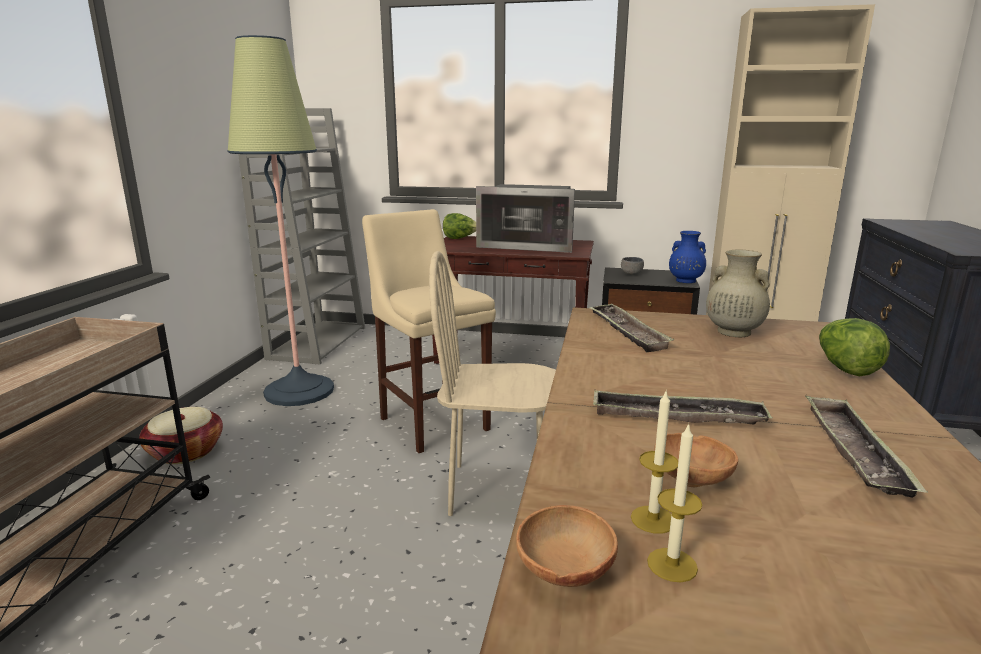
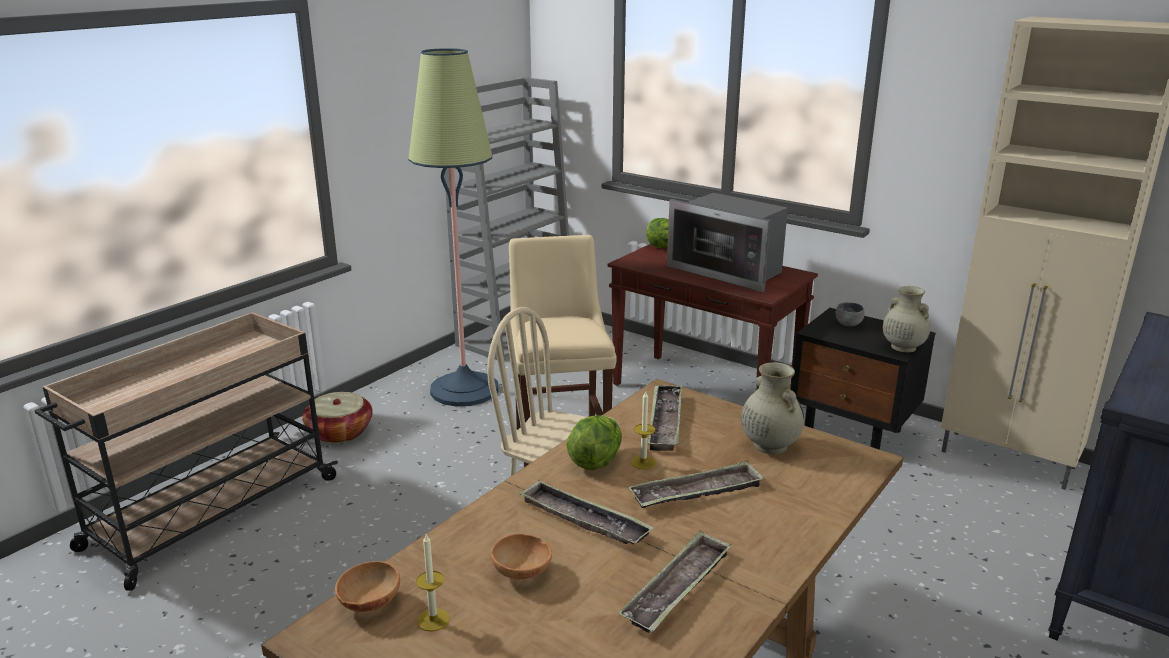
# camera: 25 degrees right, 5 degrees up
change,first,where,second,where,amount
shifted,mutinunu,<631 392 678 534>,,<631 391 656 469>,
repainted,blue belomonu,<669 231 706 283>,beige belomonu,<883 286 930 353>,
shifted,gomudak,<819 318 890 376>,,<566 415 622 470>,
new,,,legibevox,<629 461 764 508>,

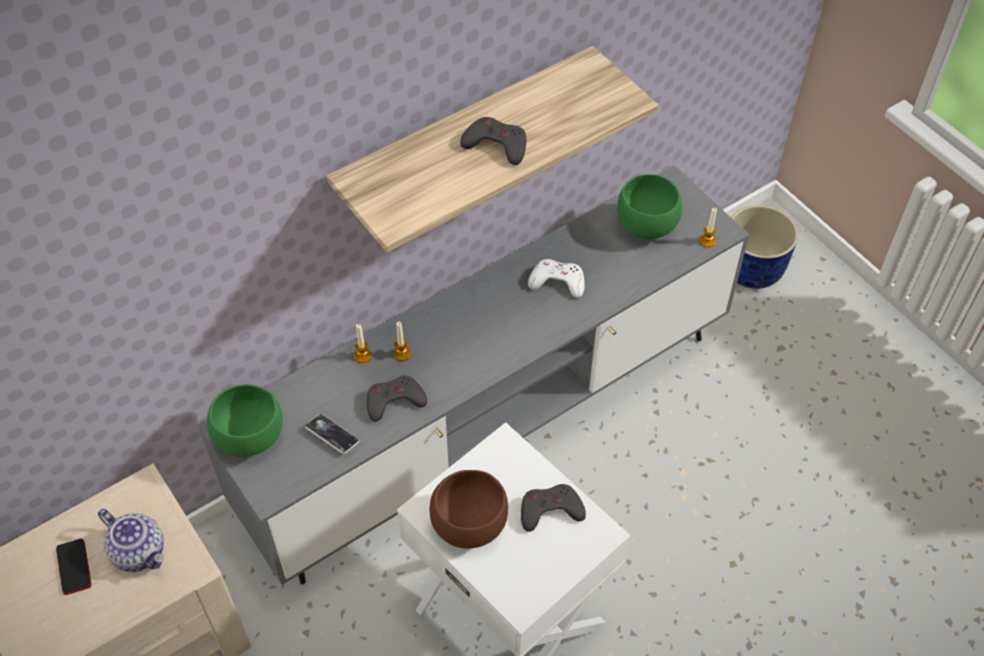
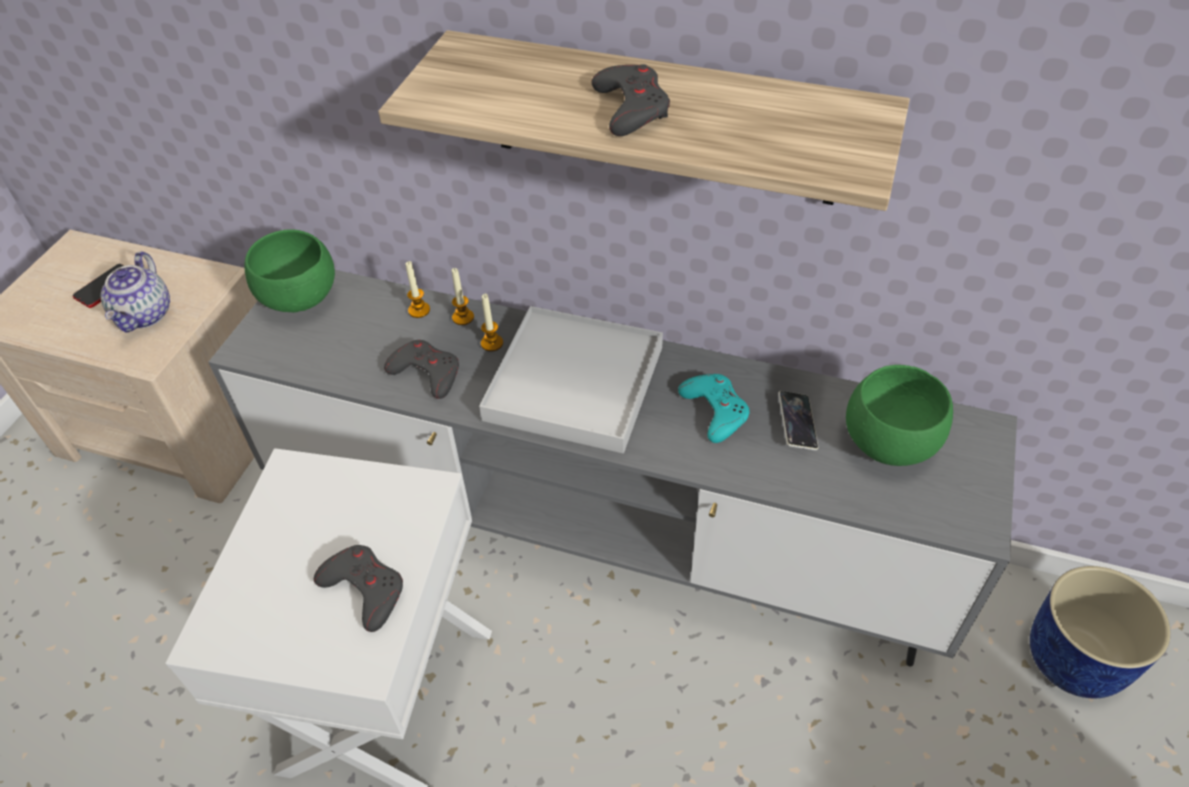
# camera: 55 degrees right, 5 degrees down
change,first,where,second,where,amount
shifted,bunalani,<305 414 359 454>,,<778 391 818 450>,
gone,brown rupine,<430 470 508 549>,,,
repainted,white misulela,<528 259 585 298>,turquoise misulela,<678 374 750 443>,
shifted,mutinunu,<699 208 717 247>,,<405 261 430 318>,
new,,,white legibevox,<479 306 663 454>,

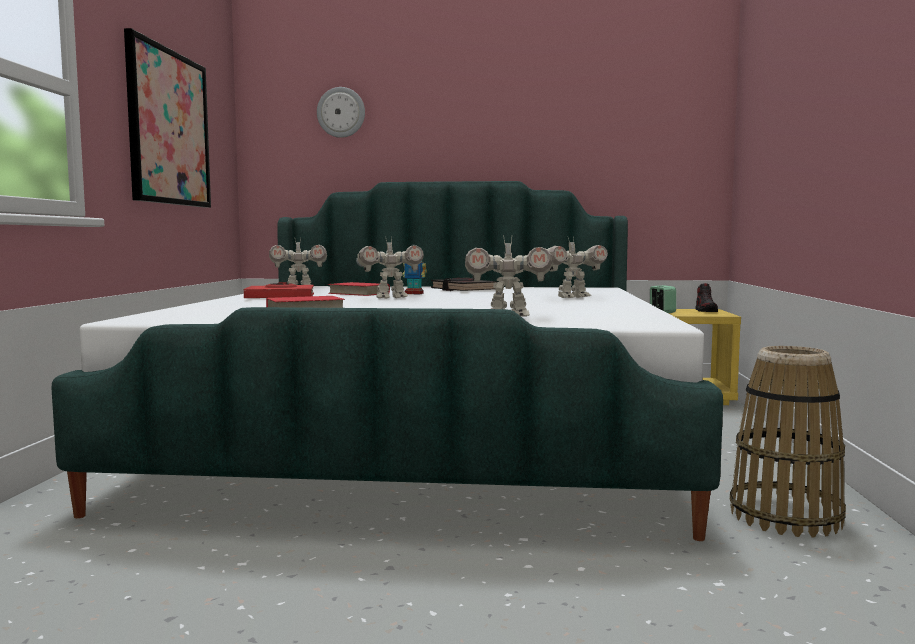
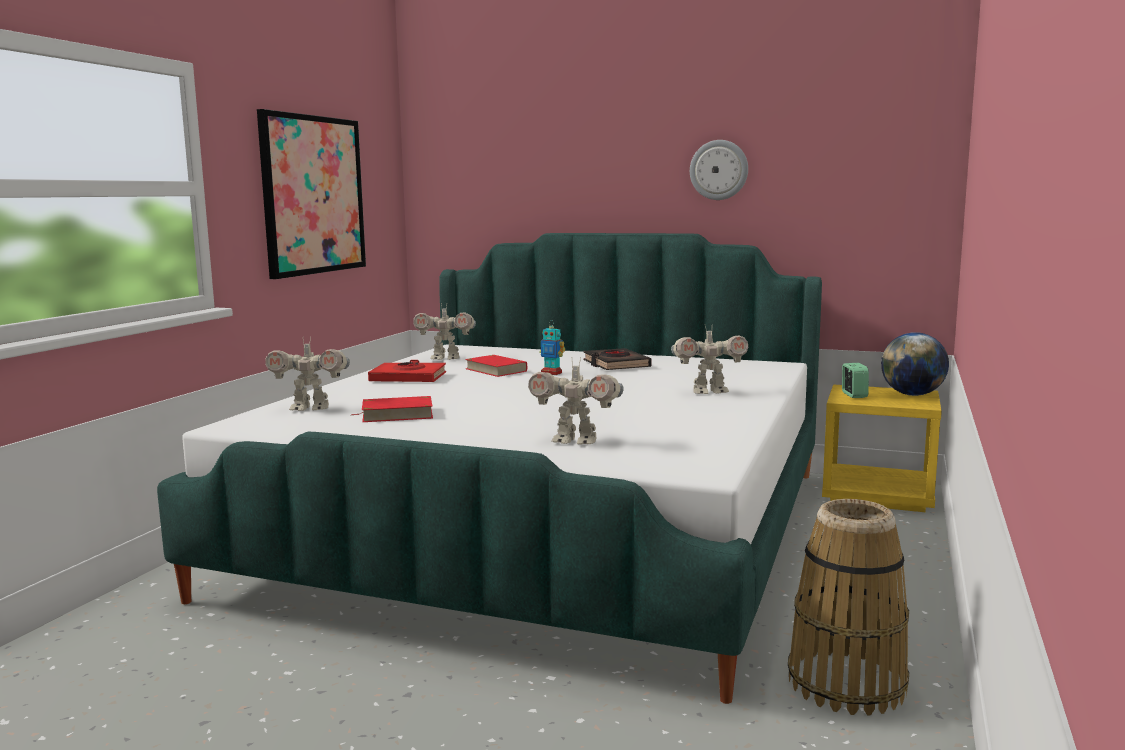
# camera: 15 degrees right, 5 degrees up
change,first,where,second,where,amount
shifted,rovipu,<317 87 365 138>,,<690 140 748 200>,
shifted,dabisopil,<356 236 424 298>,,<265 336 350 411>,
swapped,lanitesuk,<695 283 718 312>,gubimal,<881 332 949 396>,

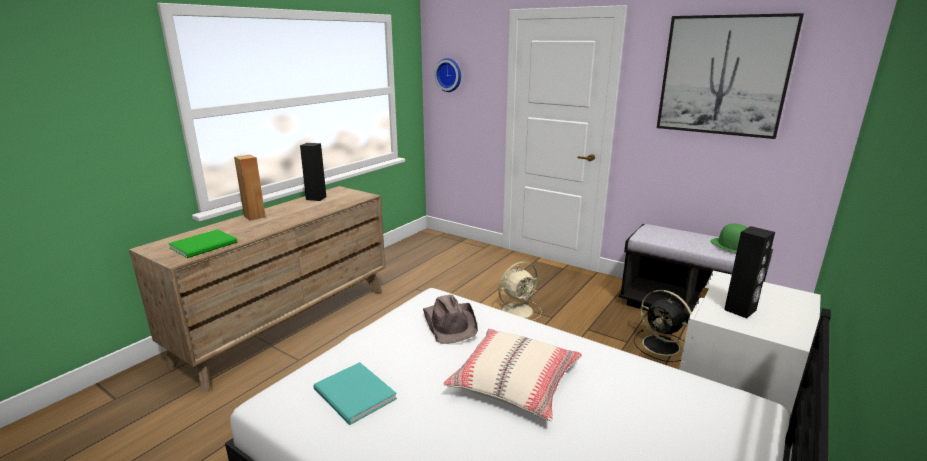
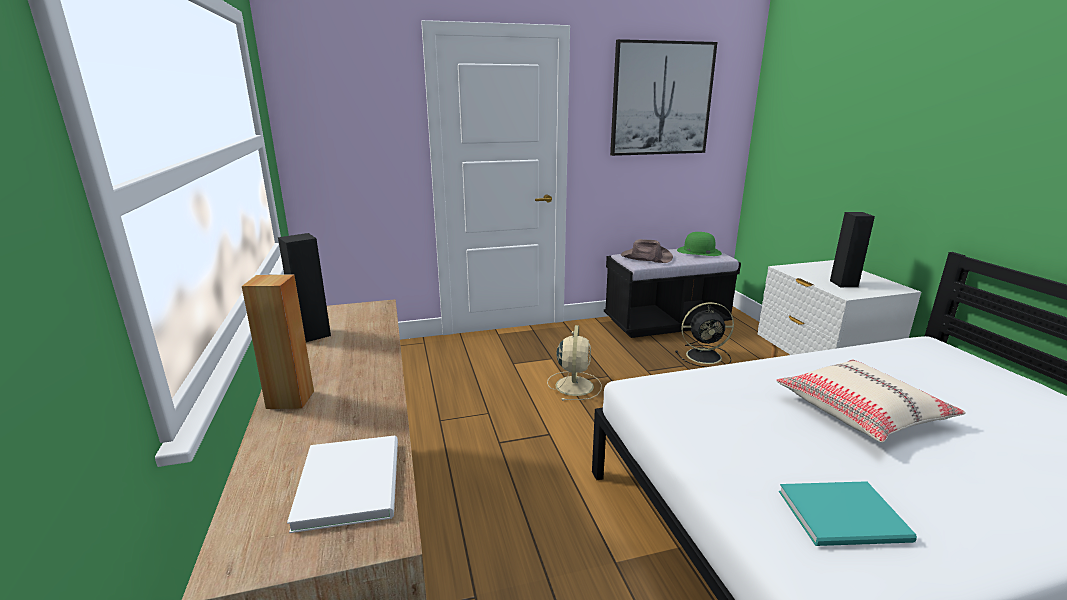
# camera: 50 degrees left, 0 degrees up
change,first,where,second,where,amount
repainted,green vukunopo,<168 229 238 258>,white vukunopo,<287 436 398 533>,
shifted,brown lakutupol,<423 295 478 344>,,<621 239 673 263>,
gone,rovipu,<434 58 461 92>,,,

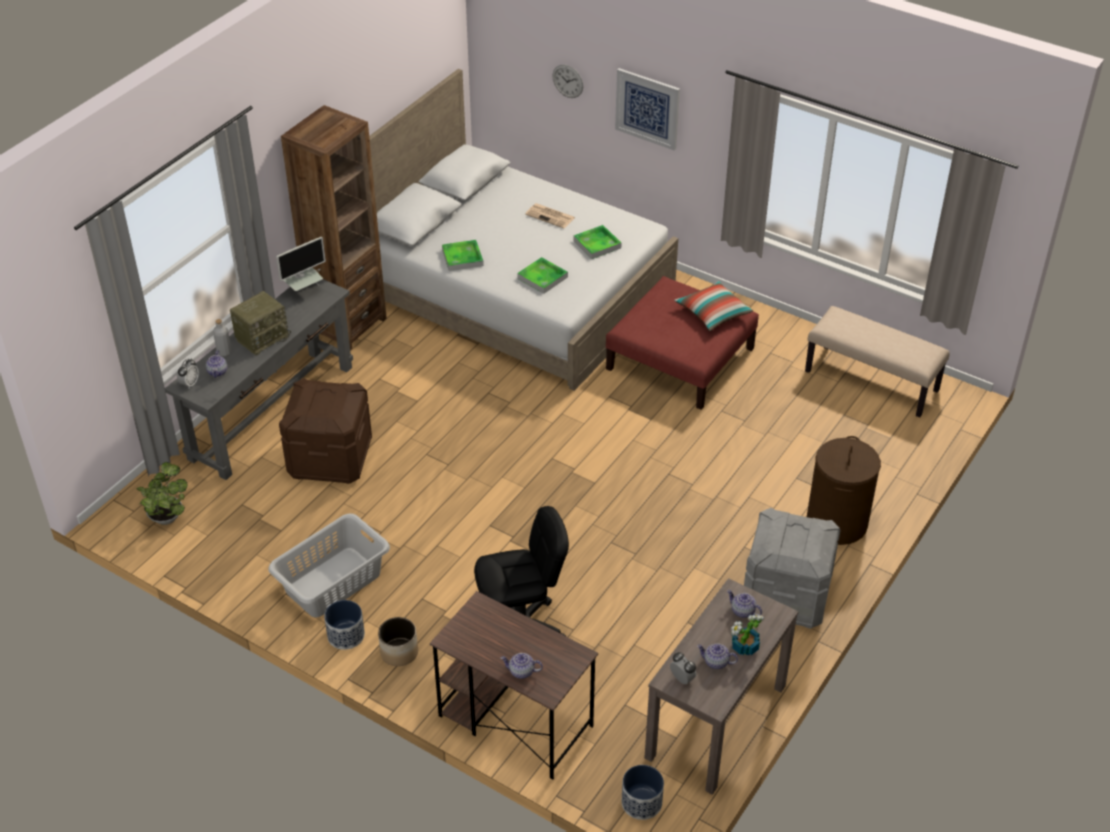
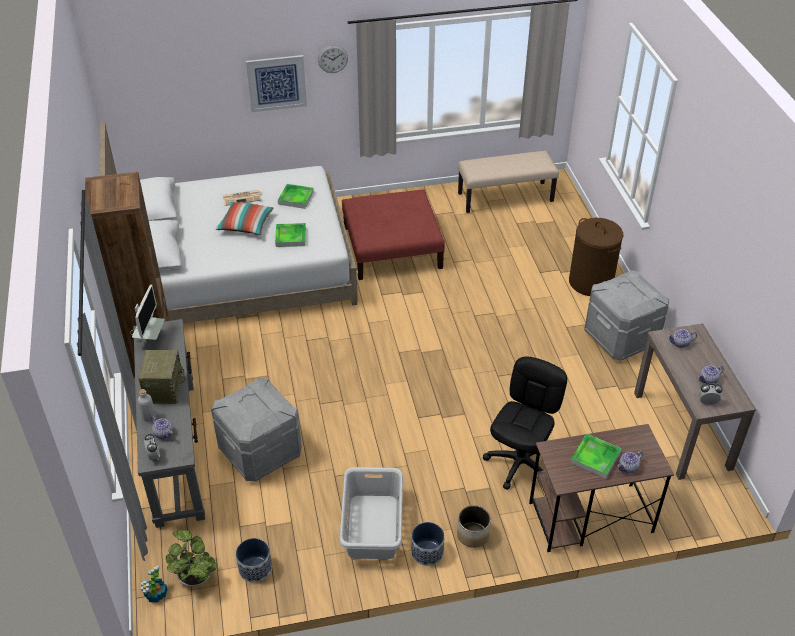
# camera: 45 degrees left, 0 degrees up
change,first,where,second,where,amount
repainted,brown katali,<279 378 372 484>,grey katali,<211 378 302 482>,
shifted,legibevox,<442 240 484 271>,,<571 434 621 479>,
shifted,rovipu,<552 64 583 98>,,<318 46 348 73>,
shifted,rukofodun,<622 765 664 820>,,<236 538 272 582>,
shifted,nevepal,<674 281 753 331>,,<215 202 273 235>,
shifted,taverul,<731 615 764 655>,,<141 566 168 602>,

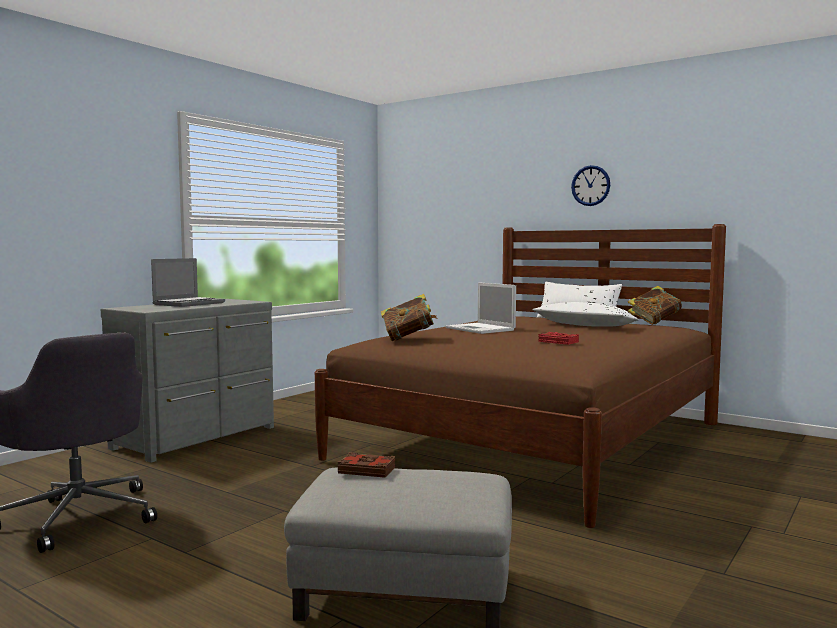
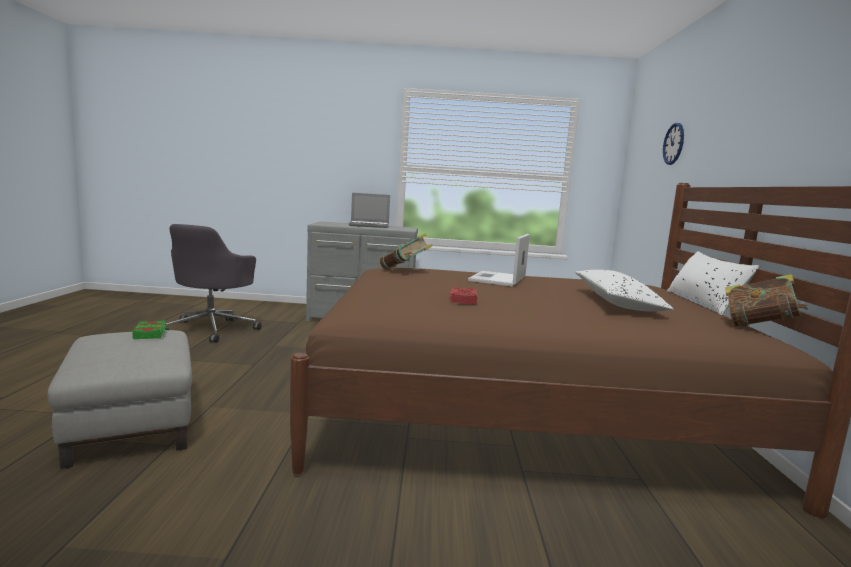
# camera: 55 degrees right, 5 degrees up
change,first,where,second,where,amount
repainted,brown vukunopo,<338 452 395 478>,green vukunopo,<132 320 166 339>,
shifted,rovipu,<571 165 610 206>,,<663 123 684 165>,

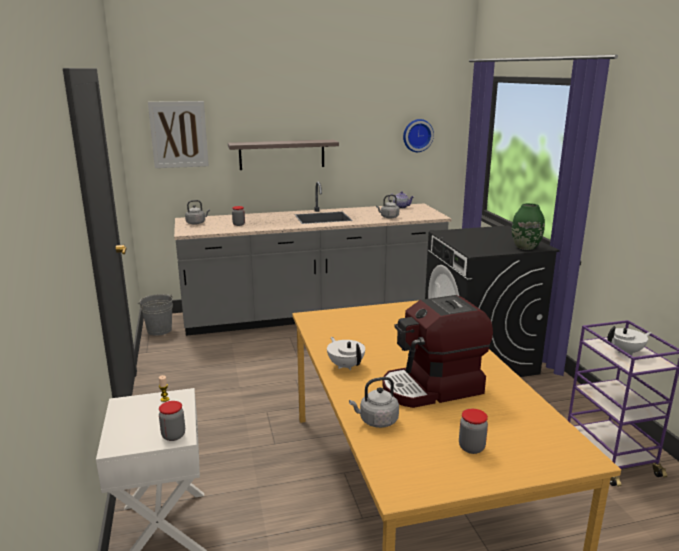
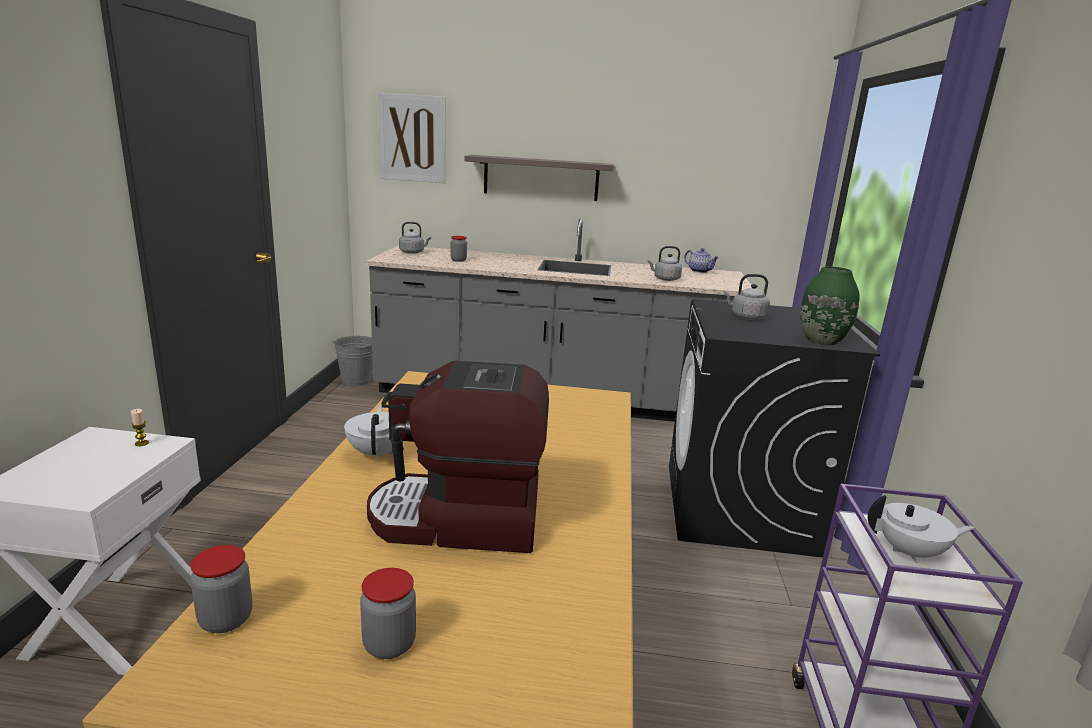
# camera: 20 degrees right, 0 degrees up
change,first,where,second,where,amount
shifted,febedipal,<159 401 185 441>,,<190 545 252 633>,
shifted,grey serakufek,<349 377 399 428>,,<723 274 770 320>,
gone,rovipu,<403 119 434 152>,,,

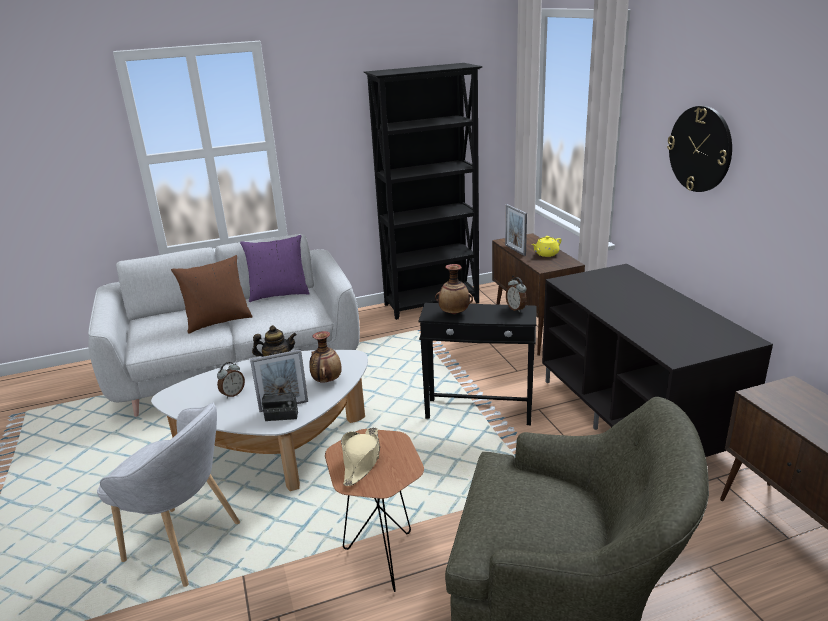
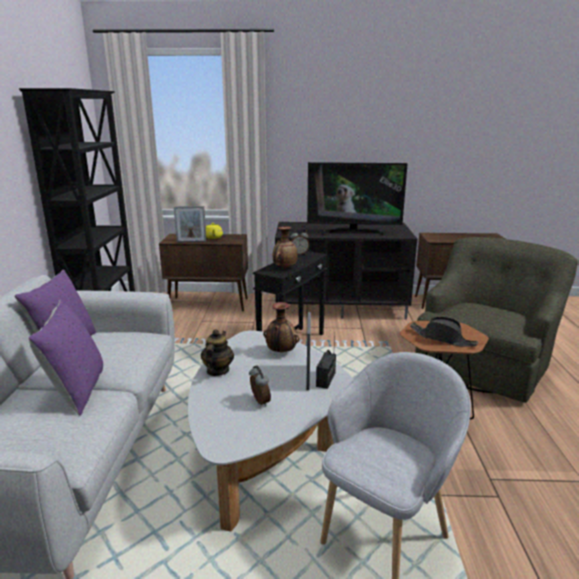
# camera: 70 degrees left, 5 degrees down
change,first,where,second,where,amount
repainted,brown nevepal,<171 255 253 334>,purple nevepal,<28 300 103 416>,
repainted,beige lakutupol,<341 428 380 486>,black lakutupol,<410 317 478 347>,
gone,rovipu,<667 106 732 192>,,,
new,,,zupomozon,<307 162 408 236>,

